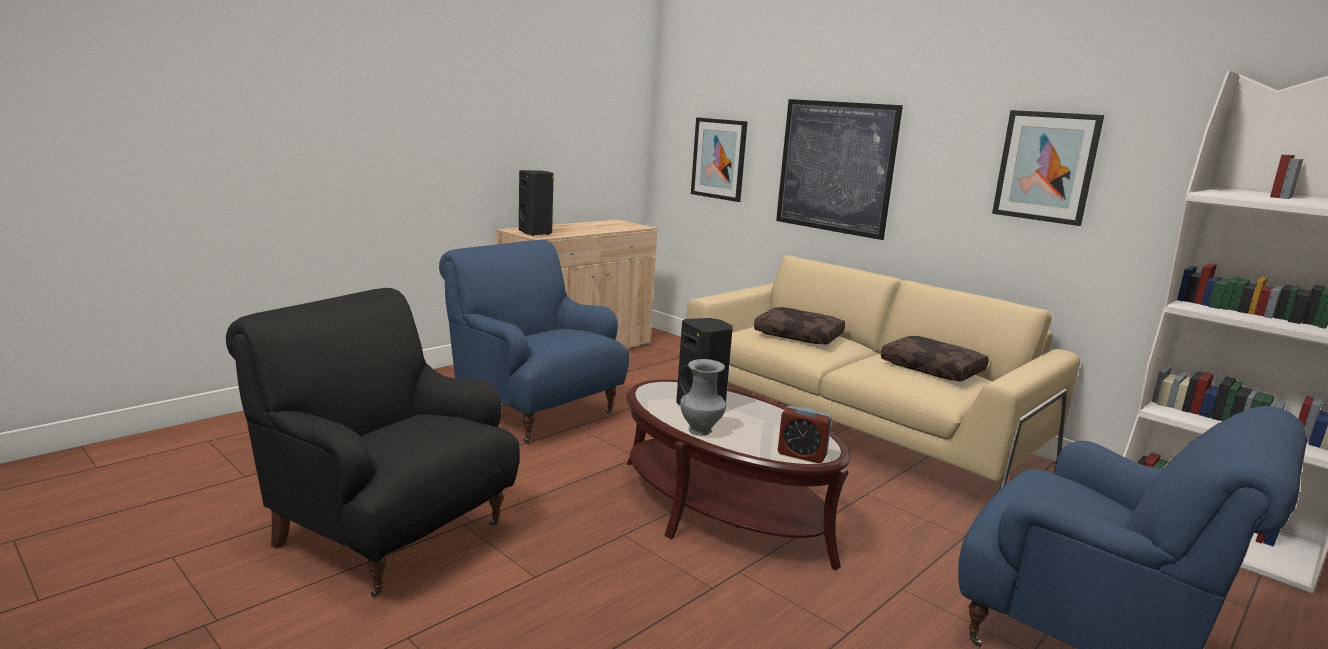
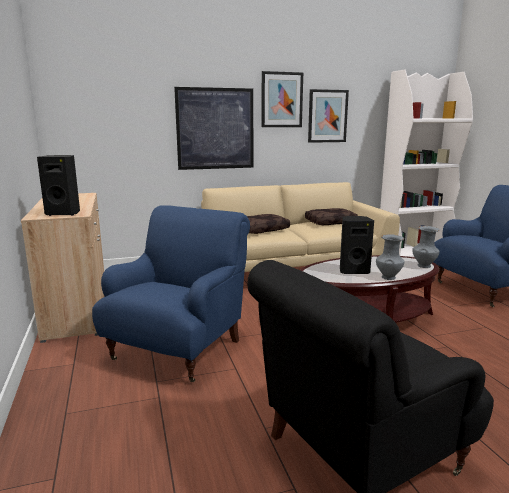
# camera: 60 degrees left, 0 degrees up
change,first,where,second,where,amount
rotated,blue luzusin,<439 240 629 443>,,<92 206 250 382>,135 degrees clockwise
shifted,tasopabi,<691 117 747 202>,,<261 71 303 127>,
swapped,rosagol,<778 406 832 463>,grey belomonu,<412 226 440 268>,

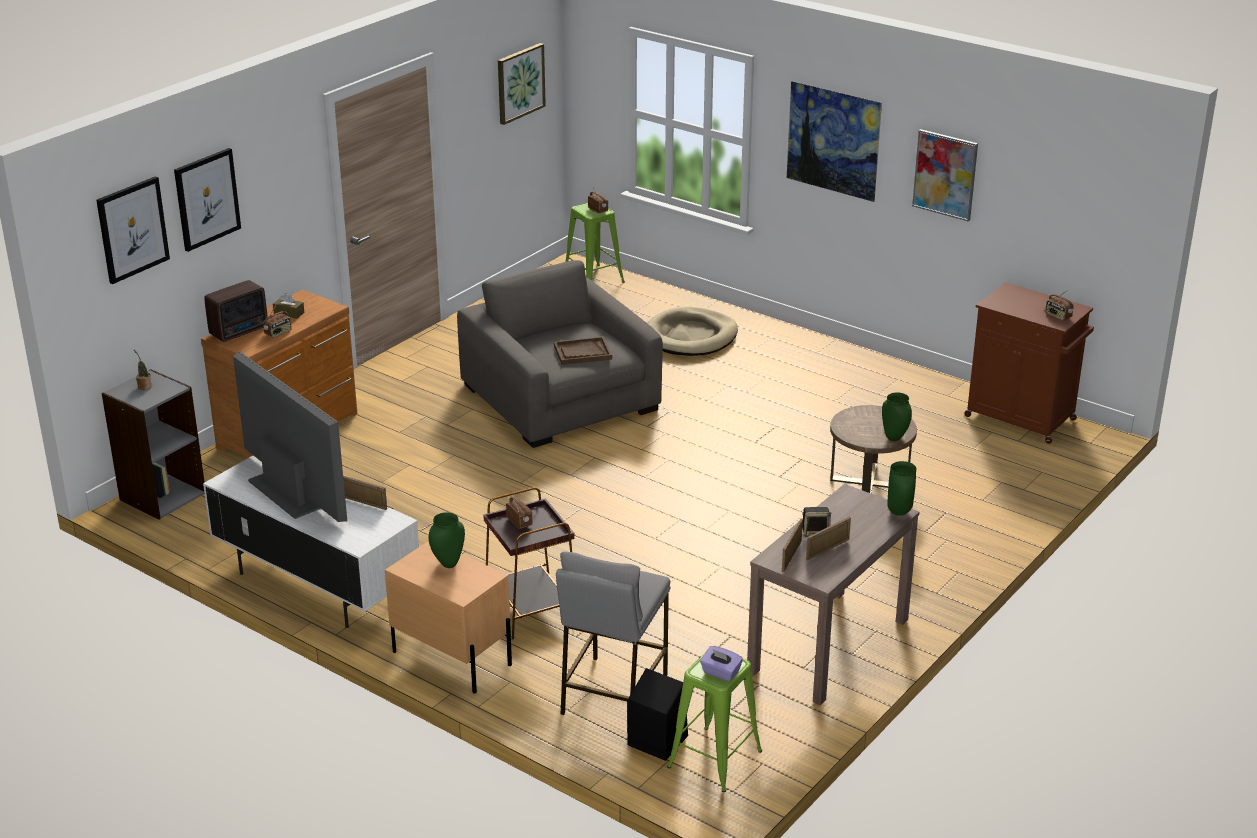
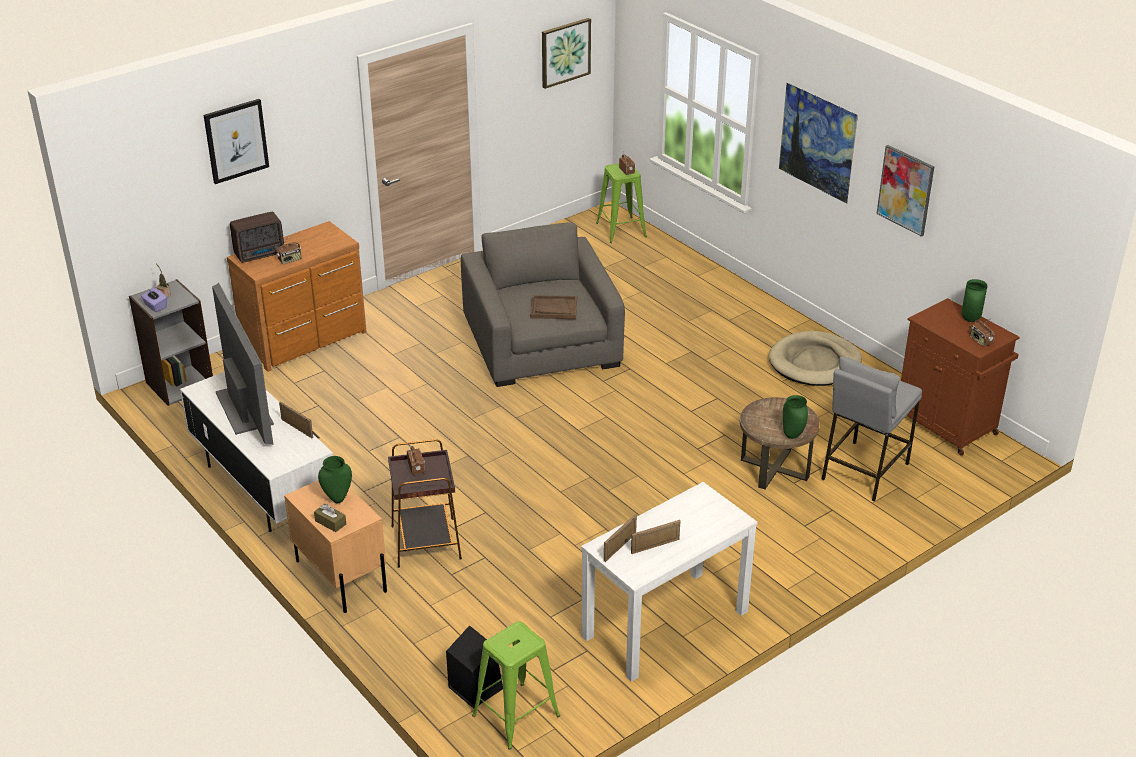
# camera: 15 degrees right, 5 degrees up
change,first,where,second,where,amount
gone,tasopabi,<96 176 170 284>,,,
shifted,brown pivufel,<273 293 305 319>,,<314 504 346 532>,
shifted,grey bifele,<556 552 670 715>,,<821 356 922 501>,
shifted,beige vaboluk,<647 307 738 356>,,<769 331 862 386>,
shifted,purple pivufel,<700 646 743 682>,,<141 288 167 312>,
repainted,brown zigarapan,<747 484 920 706>,white zigarapan,<581 482 758 682>,
gone,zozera,<802 507 831 537>,,,
shifted,green belomonu,<887 461 916 516>,,<961 279 987 322>,

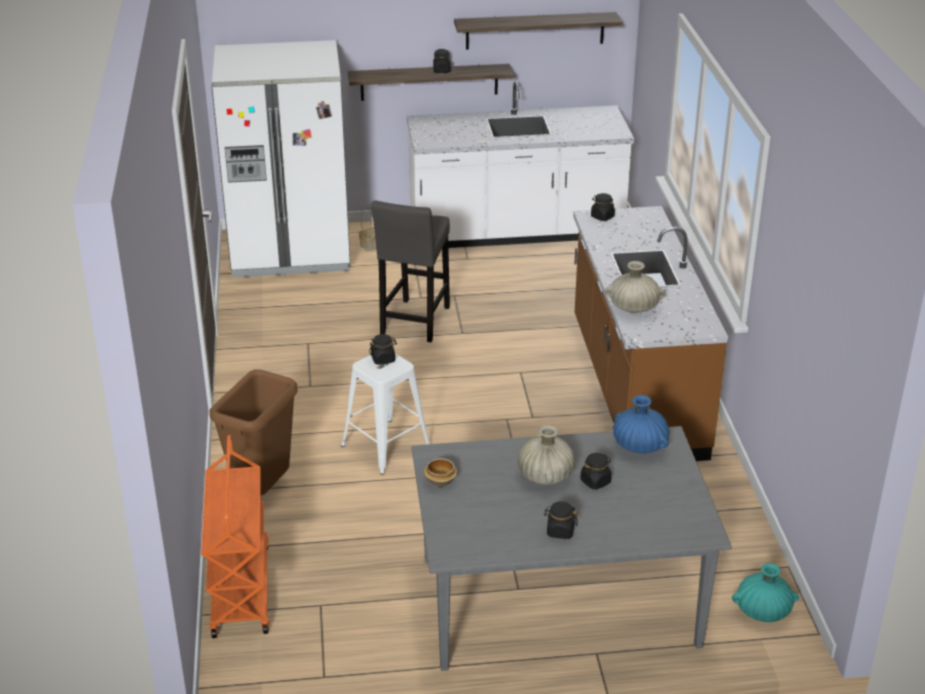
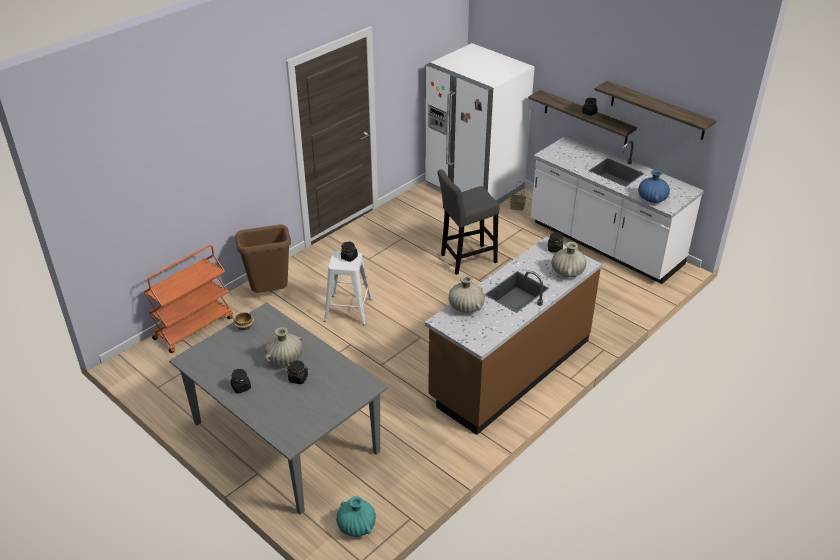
# camera: 50 degrees right, 5 degrees up
change,first,where,second,where,amount
shifted,blue belomonu,<613 395 669 453>,,<638 170 670 203>,
new,,,beige belomonu,<552 242 586 277>,

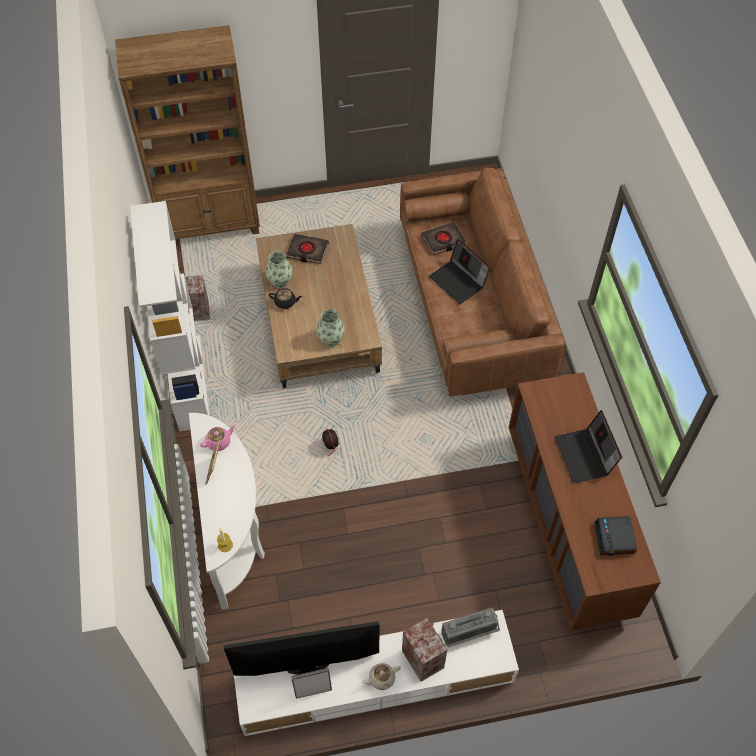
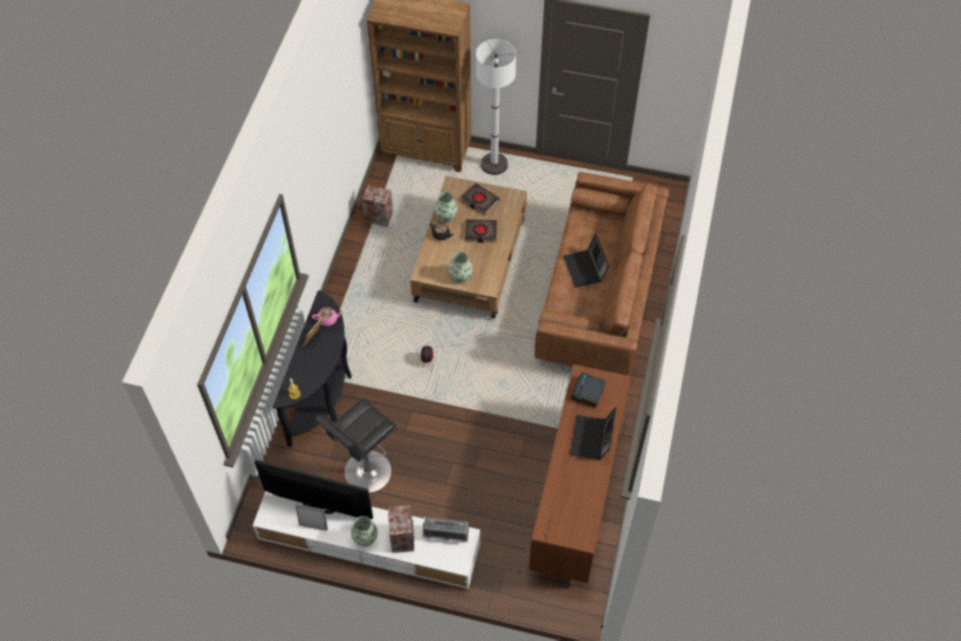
# camera: 25 degrees right, 0 degrees up
change,first,where,second,where,amount
gone,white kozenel,<130 201 210 431>,,,
repainted,white zigarapan,<189 413 265 609>,black zigarapan,<273 290 351 447>,
swapped,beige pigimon,<361 663 401 690>,belomonu,<351 516 378 547>,
shifted,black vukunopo,<421 222 465 255>,,<465 219 497 243>,
shifted,rosagol,<594 516 637 556>,,<570 373 605 407>,
new,,,black bifele,<315 398 396 493>,
new,,,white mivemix,<476 39 516 175>,

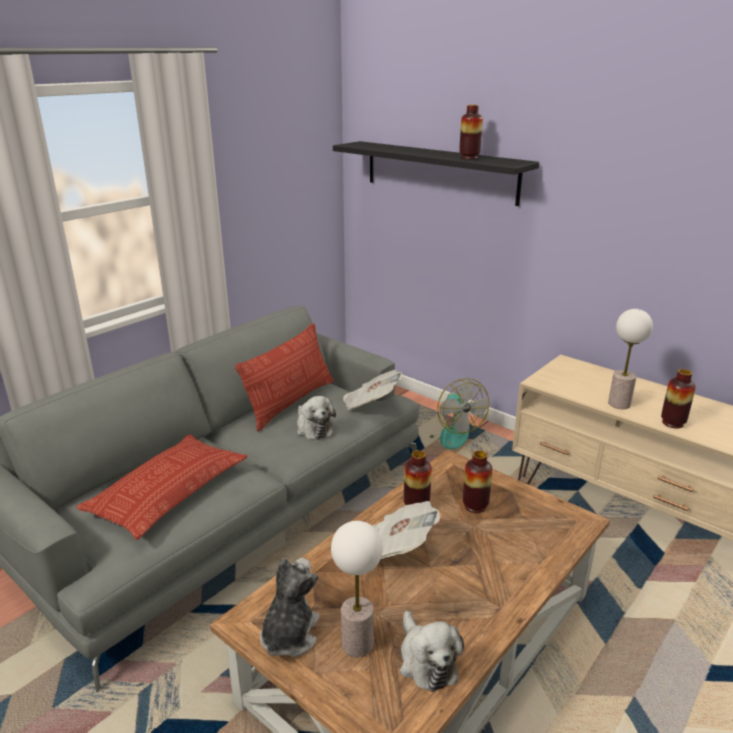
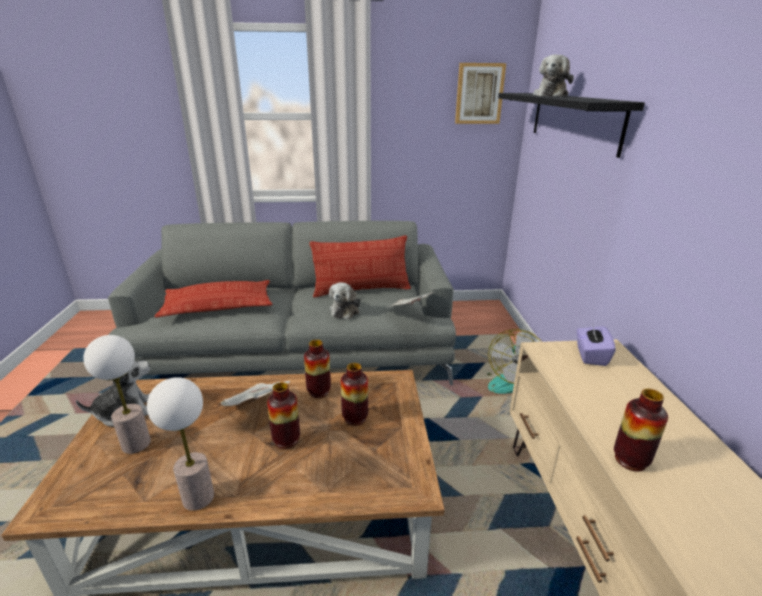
# camera: 45 degrees right, 0 degrees up
change,first,where,second,where,amount
shifted,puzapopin,<400 611 464 692>,,<533 55 574 96>,
shifted,belomonu,<459 105 483 159>,,<267 382 300 449>,
shifted,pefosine,<608 309 653 409>,,<147 377 214 511>,
new,,,tasopabi,<455 63 506 124>,
new,,,purple pivufel,<577 323 616 366>,

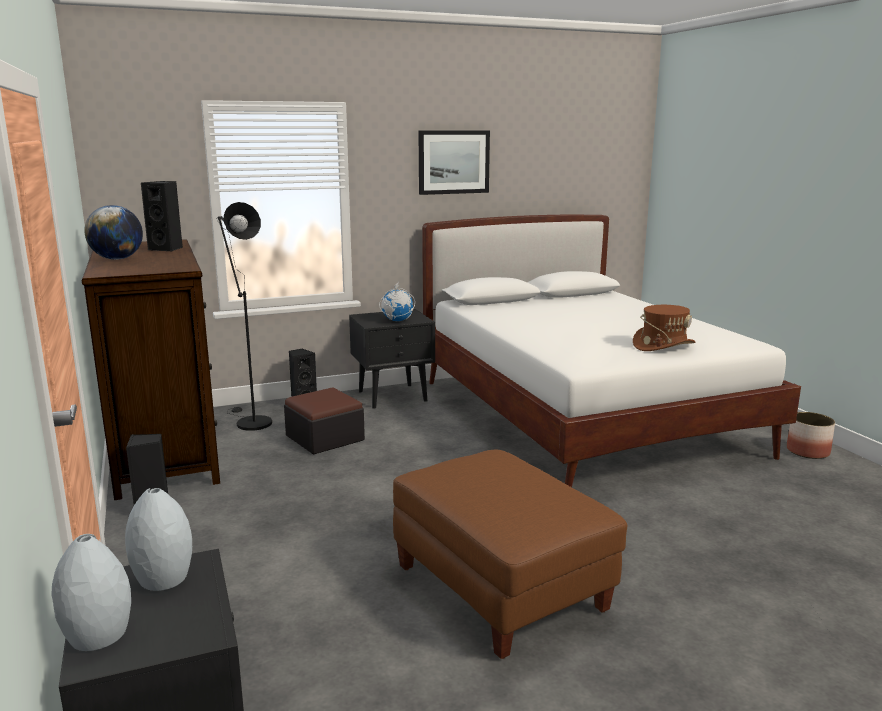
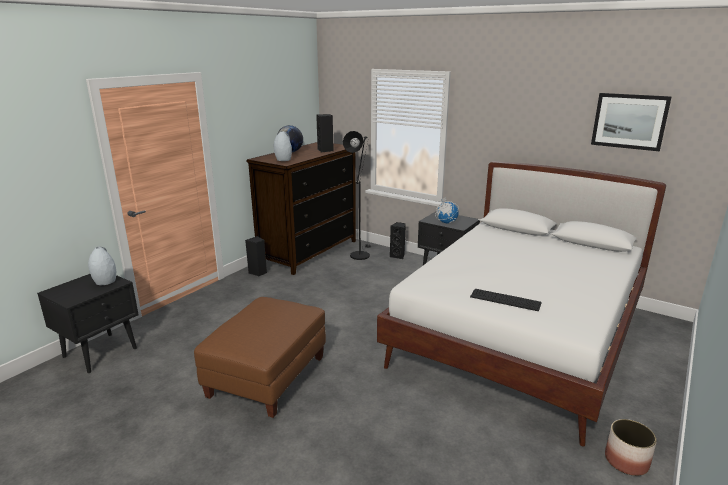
# camera: 55 degrees right, 5 degrees up
change,first,where,second,where,amount
shifted,grey belomonu,<51 534 131 651>,,<274 131 292 161>,
gone,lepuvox,<284 388 365 455>,,,
shifted,tasopabi,<418 131 490 195>,,<591 93 671 151>,
swapped,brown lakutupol,<633 305 696 351>,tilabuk,<470 289 542 311>,

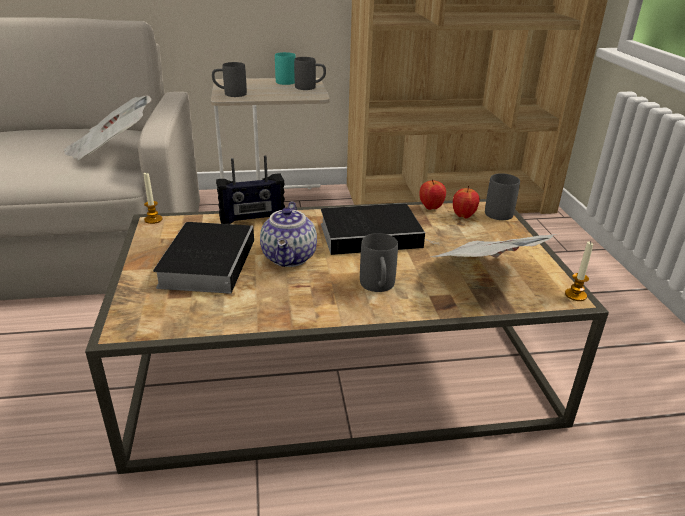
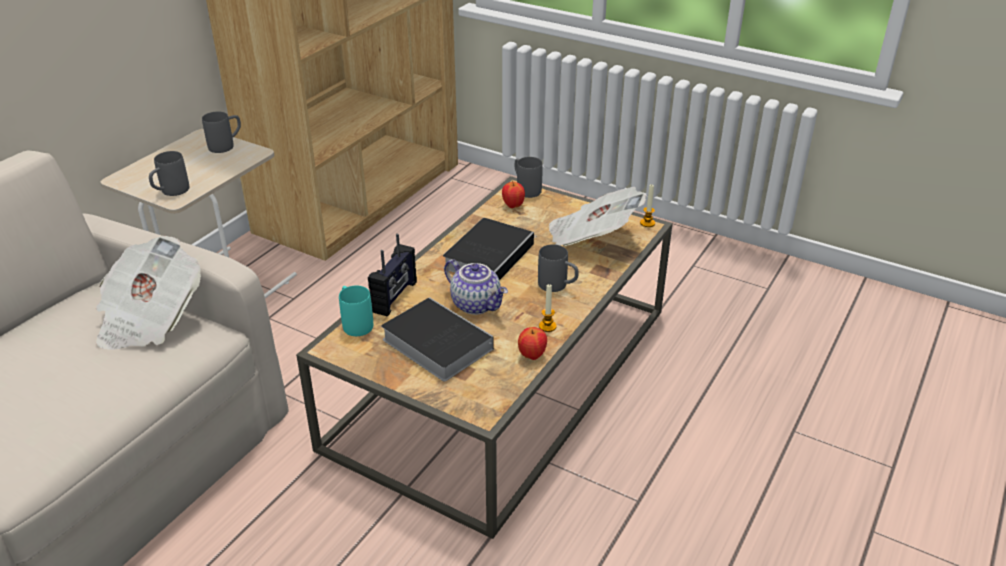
# camera: 50 degrees left, 5 degrees up
change,first,where,second,where,amount
shifted,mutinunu,<143 173 162 224>,,<539 284 557 332>,
shifted,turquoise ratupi,<275 52 296 85>,,<339 285 373 336>,
shifted,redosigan,<420 179 446 210>,,<518 327 547 360>,

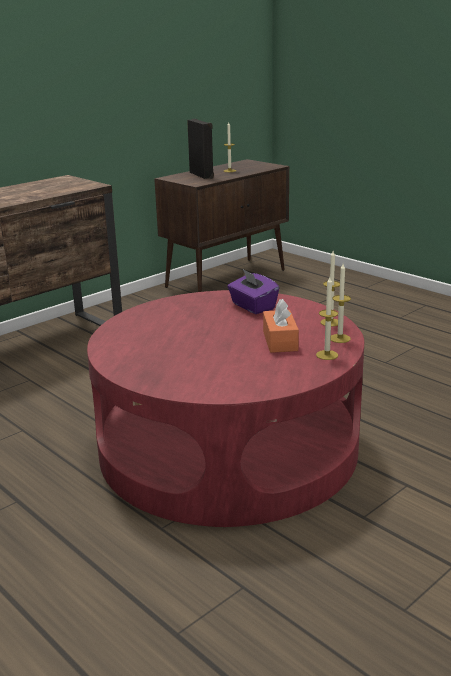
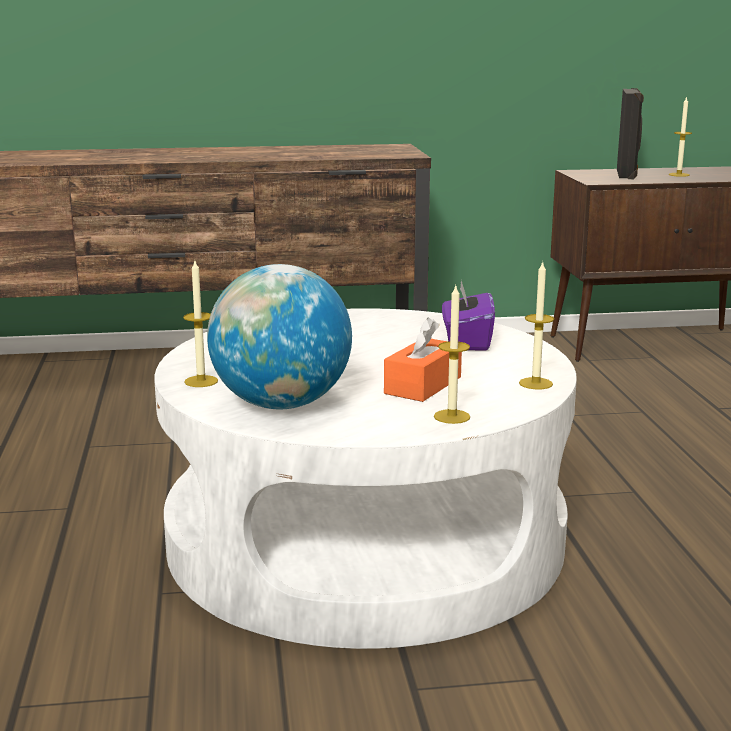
# camera: 35 degrees right, 5 degrees down
change,first,where,second,where,amount
repainted,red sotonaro,<87 290 364 527>,white sotonaro,<154 308 577 649>,
shifted,mutinunu,<331 264 351 343>,,<183 261 218 387>,
new,,,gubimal,<207 264 352 409>,

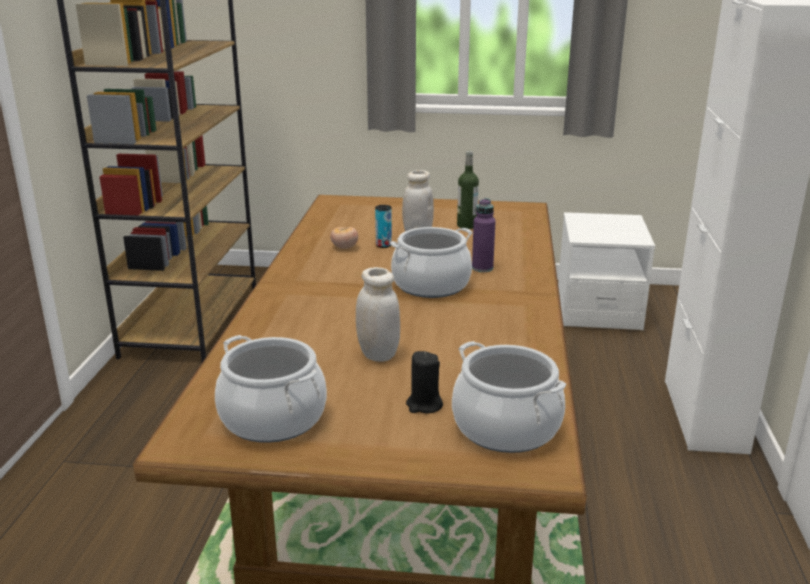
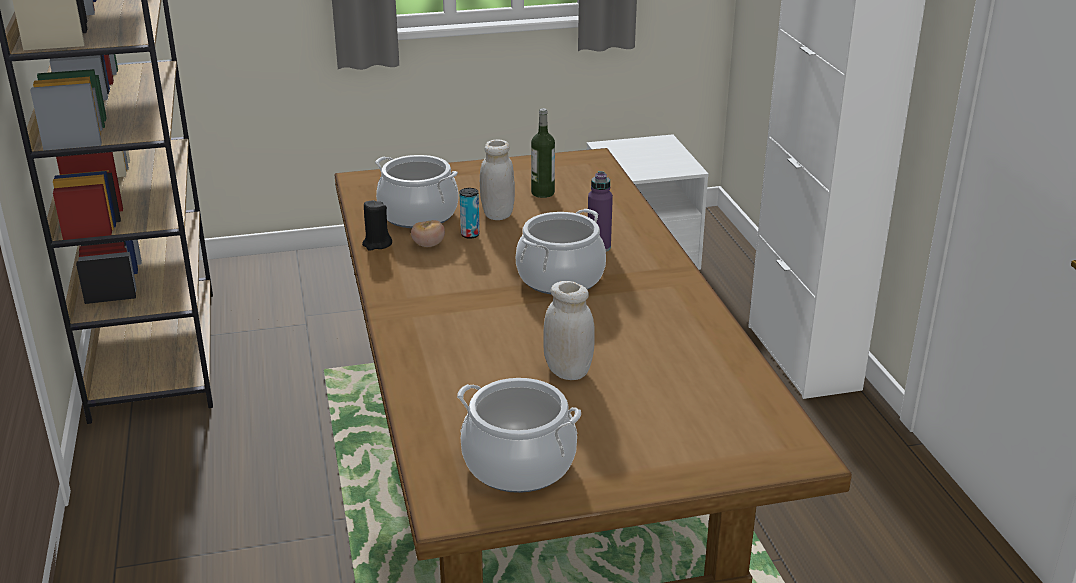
# camera: 20 degrees left, 5 degrees up
change,first,where,second,where,amount
shifted,black mutinunu,<406 351 443 414>,,<362 200 392 251>,
shifted,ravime,<452 341 566 453>,,<375 155 458 228>,

